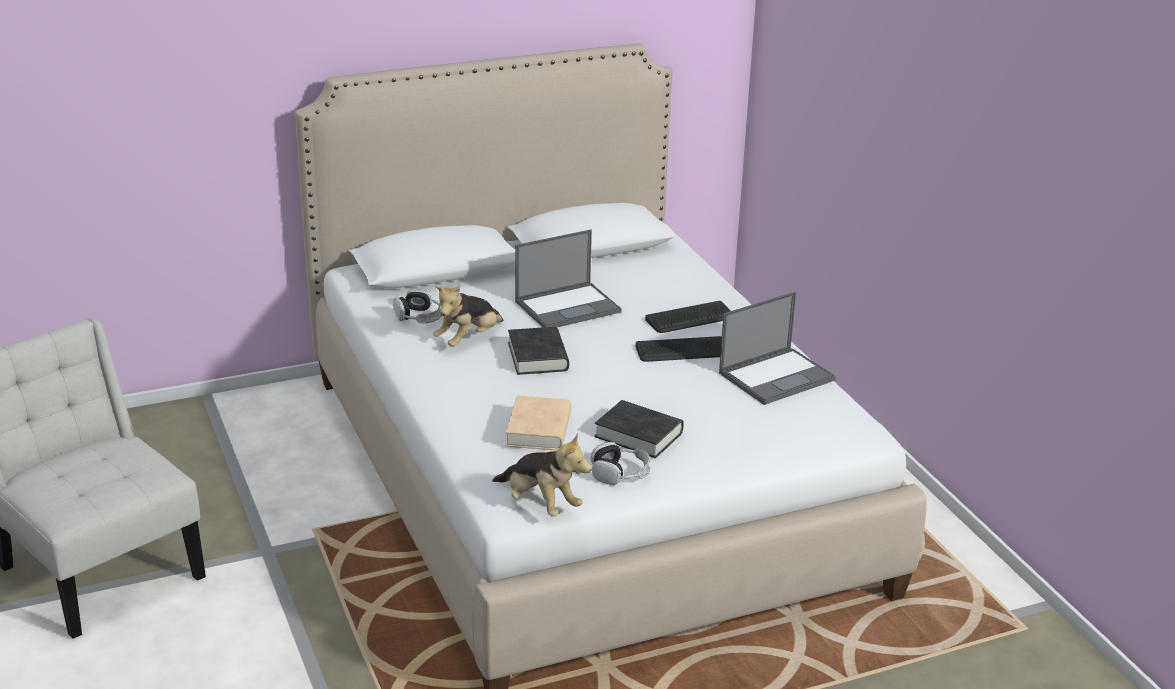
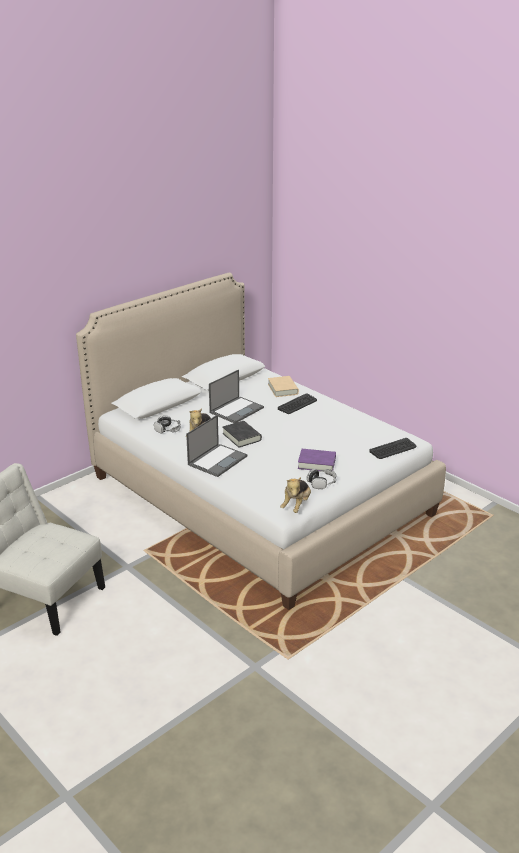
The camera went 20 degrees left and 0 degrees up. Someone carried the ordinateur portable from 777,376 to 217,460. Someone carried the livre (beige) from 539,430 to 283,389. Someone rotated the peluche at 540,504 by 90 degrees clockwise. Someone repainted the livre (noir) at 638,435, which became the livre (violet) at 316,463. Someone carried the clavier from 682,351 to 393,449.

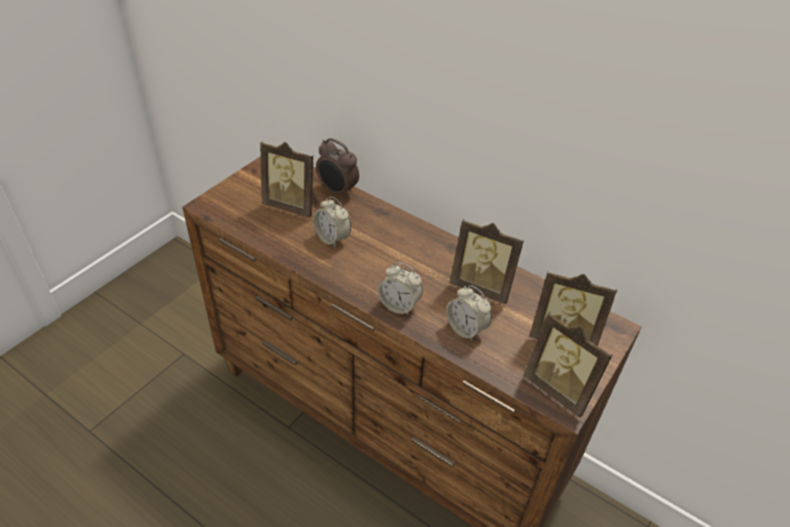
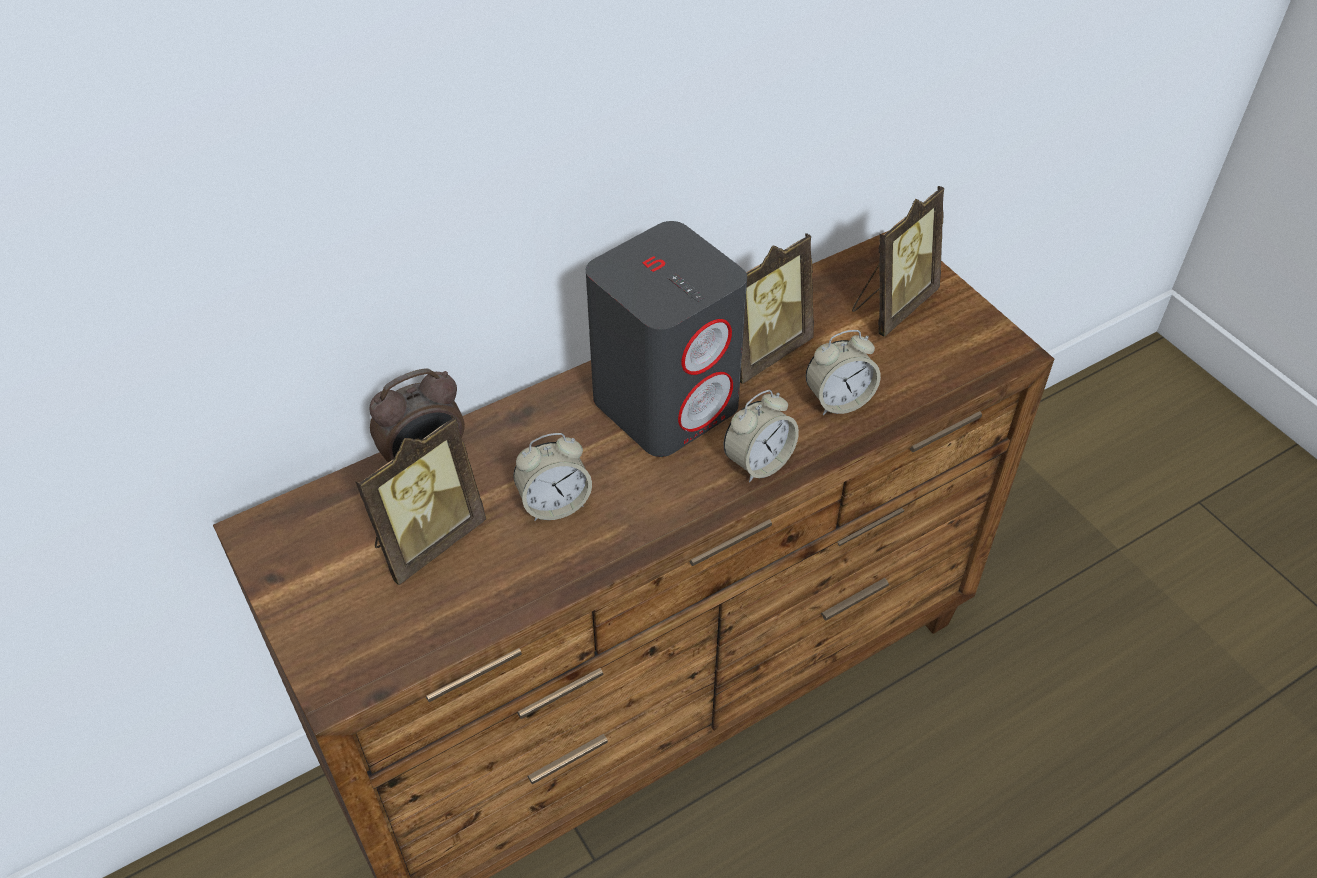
The camera went 65 degrees left and 5 degrees up. Someone put down the enceinte (gris) at 667,402. Someone took away the cadre photo at 560,389.

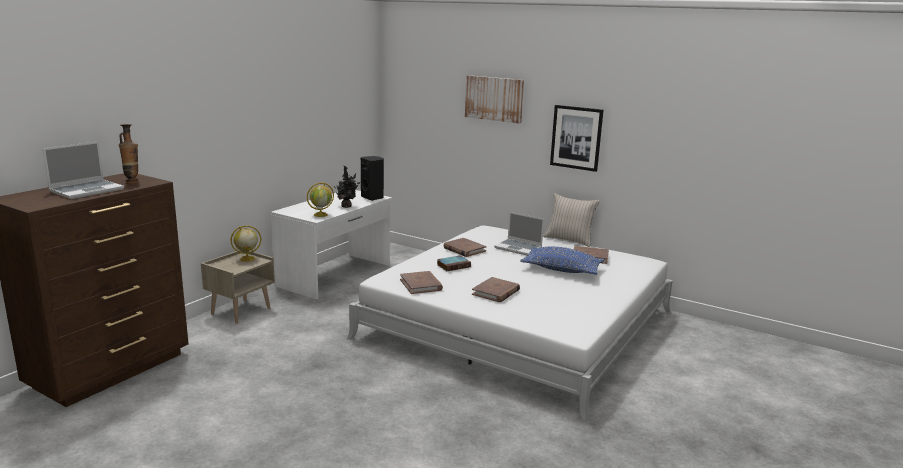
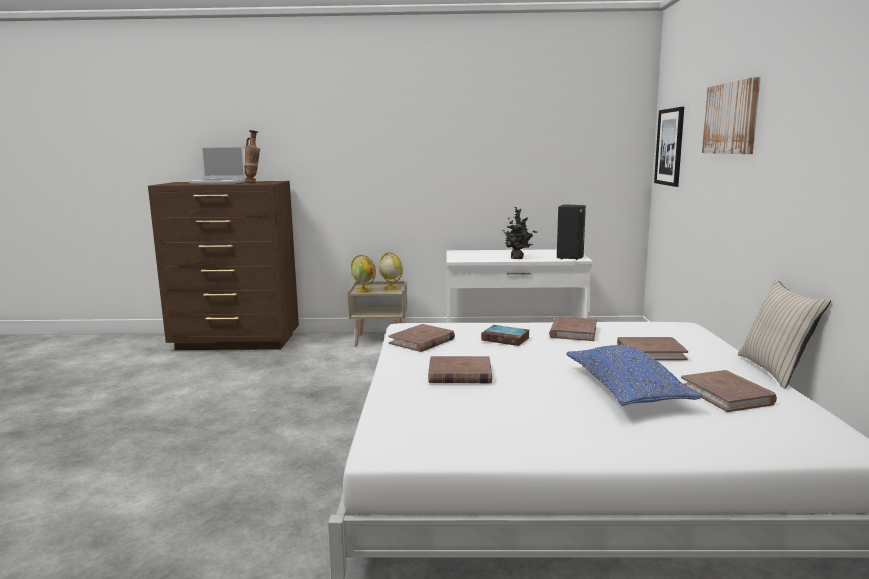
The camera went 60 degrees right and 5 degrees down. Someone carried the globe from 321,215 to 364,291. Someone swapped the ordinateur portable at 519,248 for the livre (marron) at 650,352. Someone carried the tableau from 576,137 to 670,147.

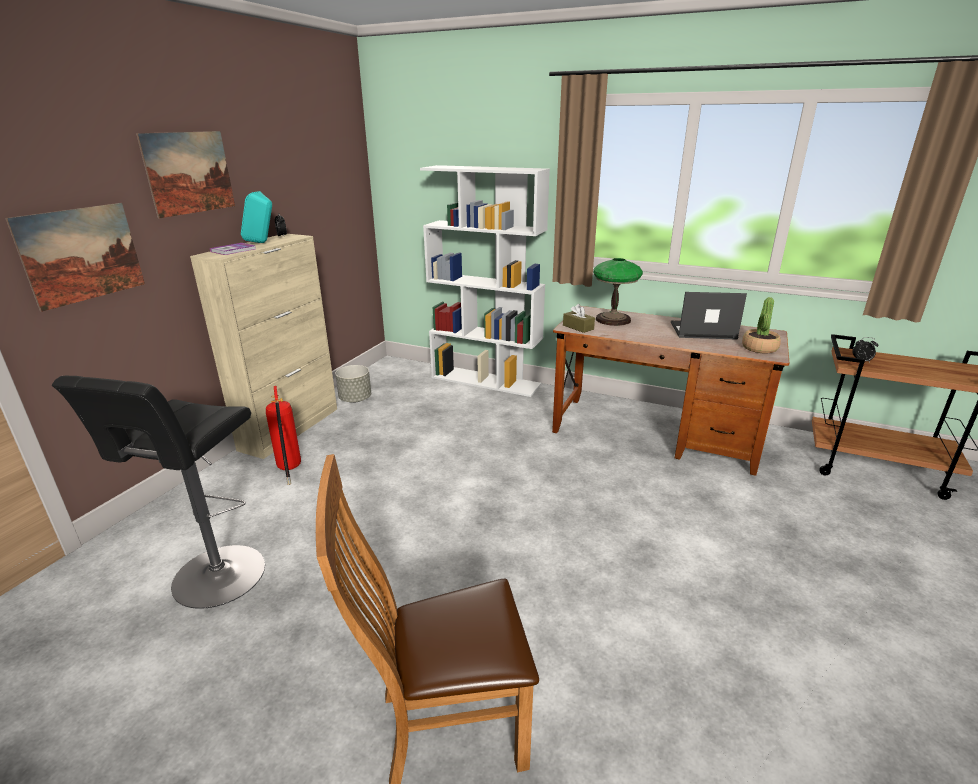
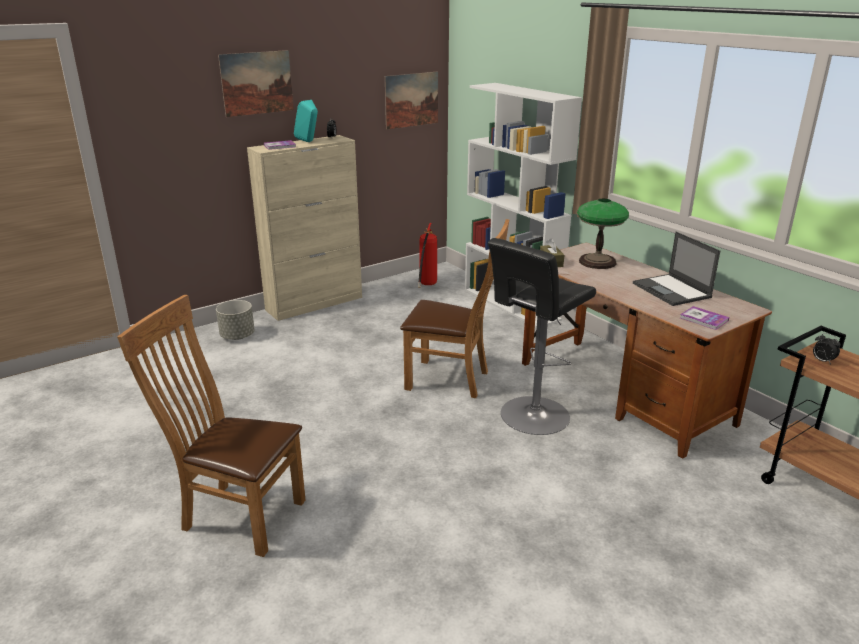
The camera went 30 degrees right and 0 degrees up. Someone carried the cache-pot (gris) from 355,399 to 237,336. Someone carried the tableau from 82,254 to 411,100. Someone put down the chaise (marron) at 452,380. Someone carried the extincteur from 289,472 to 426,286. Someone carried the tabouret (noir) from 215,580 to 532,417. Someone rotated the ordinateur portable at 702,331 by 150 degrees counterclockwise. Someone swapped the plante en pot at 759,348 for the livre at 703,319.

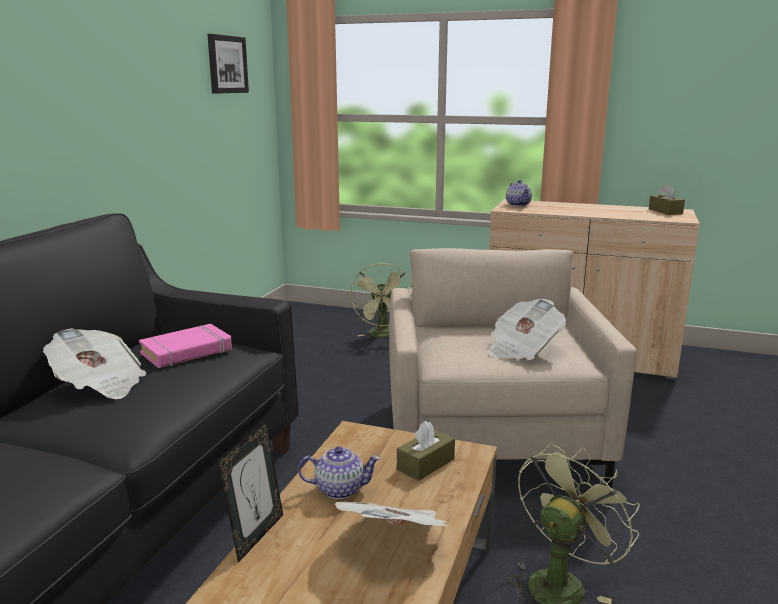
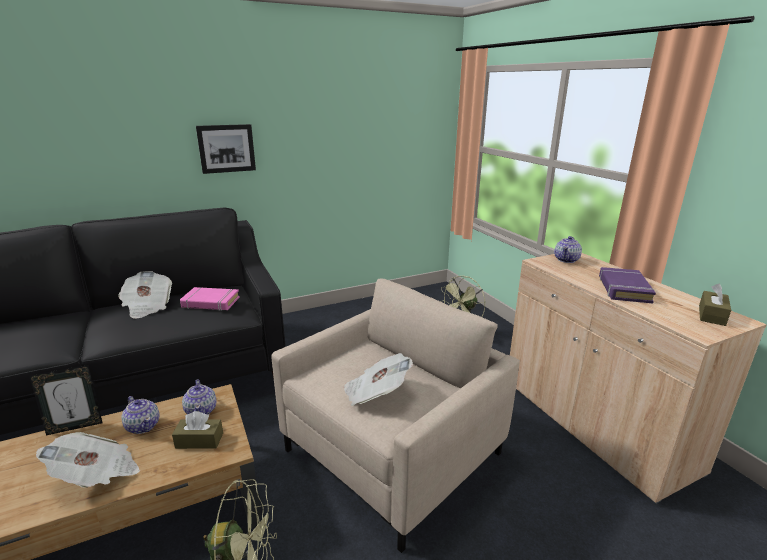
The camera went 45 degrees right and 5 degrees up. Someone put down the théière at 201,410. Someone carried the tableau from 227,64 to 226,148. Someone put down the livre (violet) at 623,289.

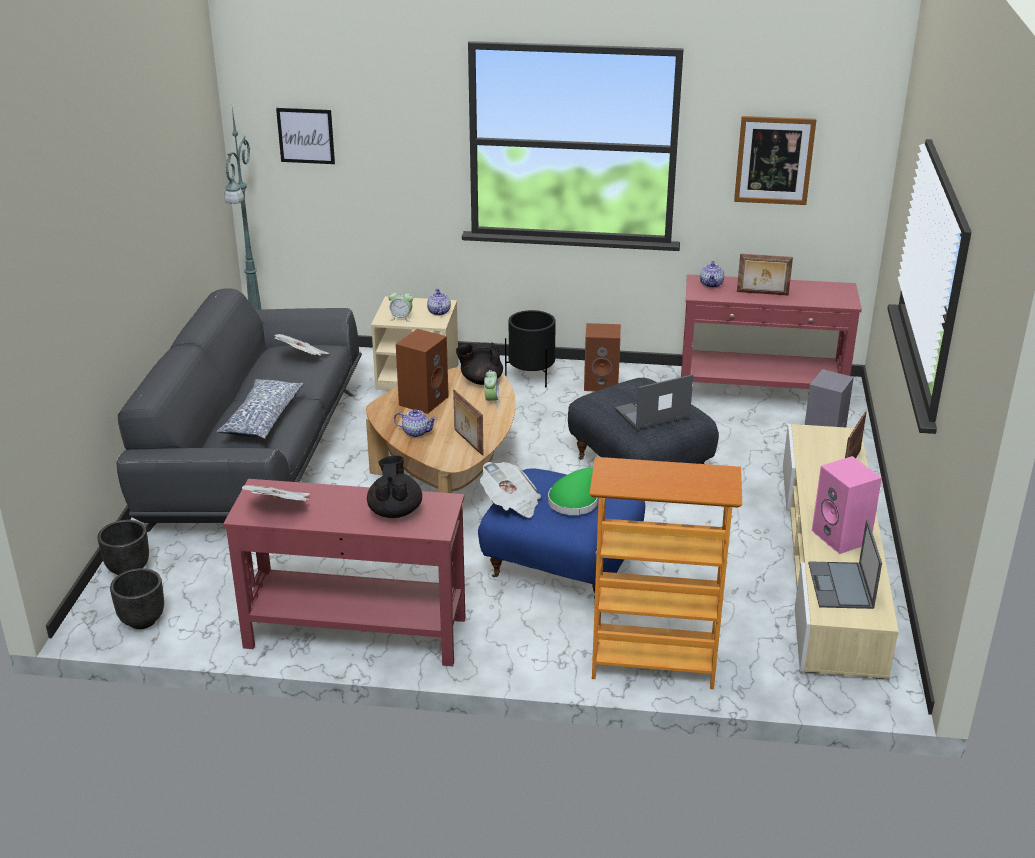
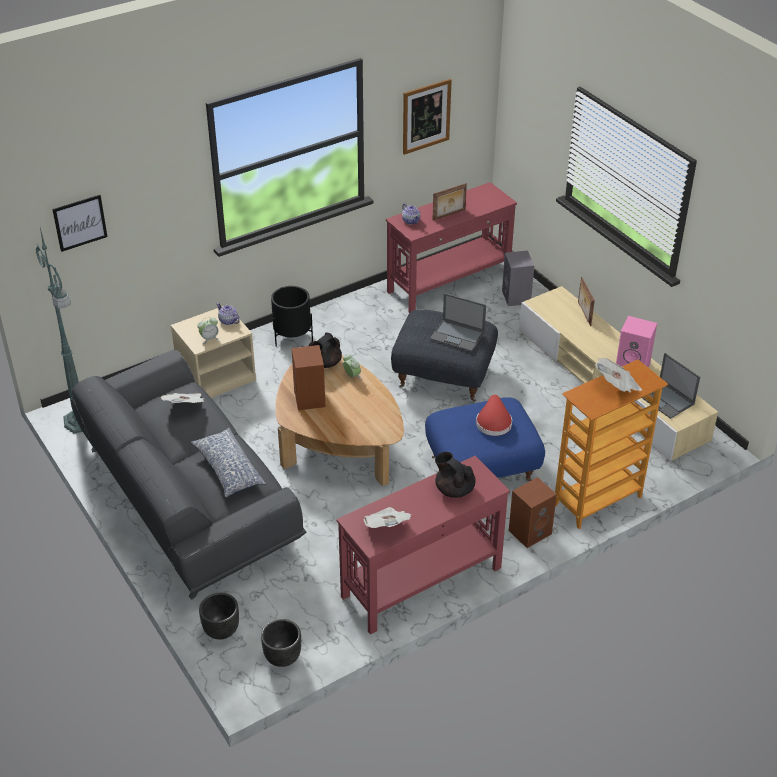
The camera went 40 degrees left and 10 degrees up. Someone rotated the ordinateur portable at 651,413 by 90 degrees counterclockwise. Someone repainted the chapeau (vert) at 575,500, which became the chapeau (rouge) at 493,422. Someone carried the enceinte (marron) from 602,383 to 530,531. Someone carried the journal from 511,503 to 617,386. Someone took away the théière at 415,432. Someone took away the cadre photo at 467,442.

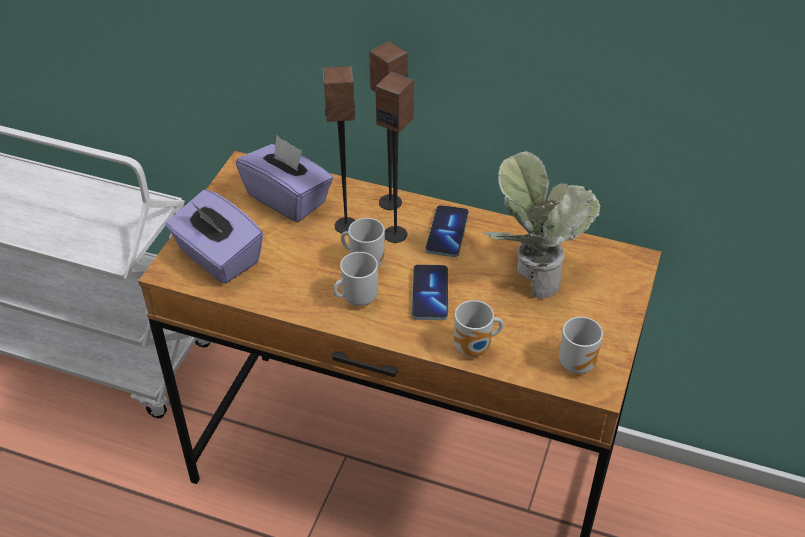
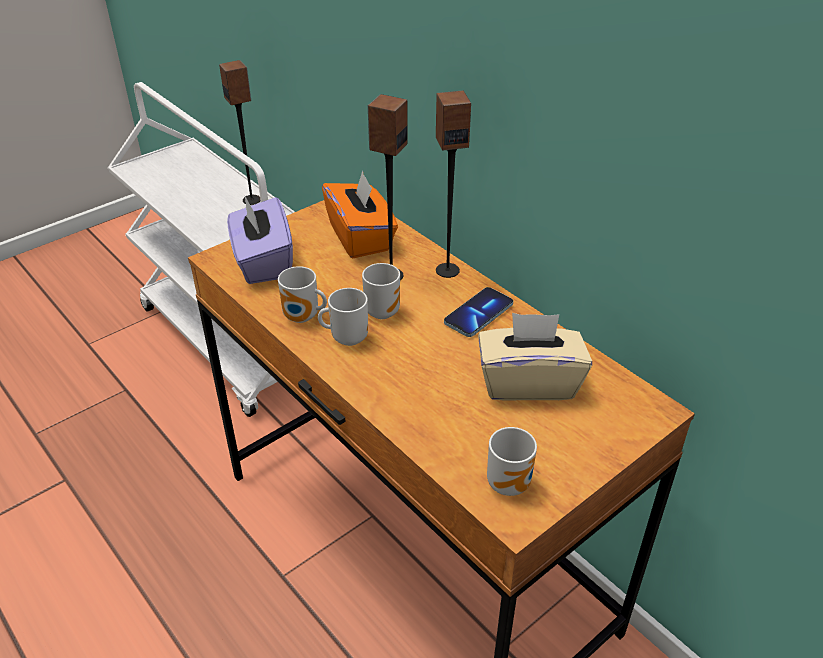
The camera went 30 degrees right and 5 degrees down. Someone carried the enceinte from 395,234 to 252,200. Someone carried the mug from 475,349 to 303,318. Someone repainted the boîte à mouchoirs (violet) at 288,198, which became the boîte à mouchoirs (orange) at 361,237. Someone swapped the plante en pot at 530,276 for the boîte à mouchoirs (beige) at 528,382. Someone took away the téléphone at 430,294.

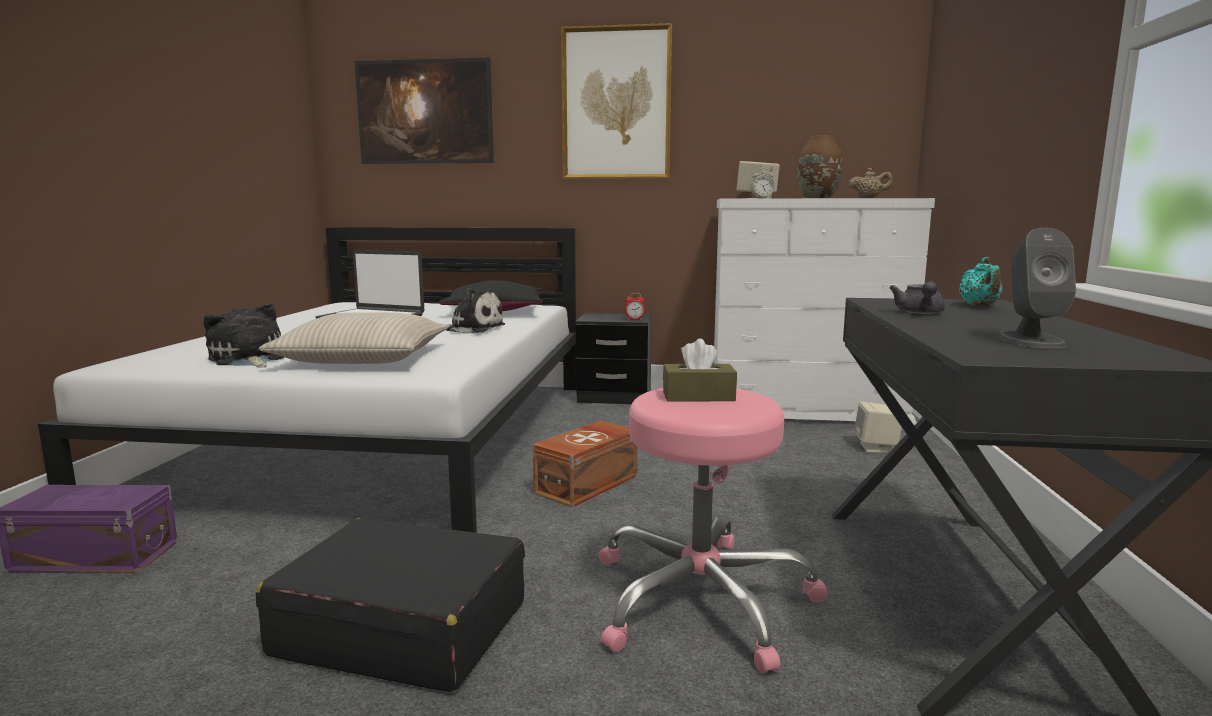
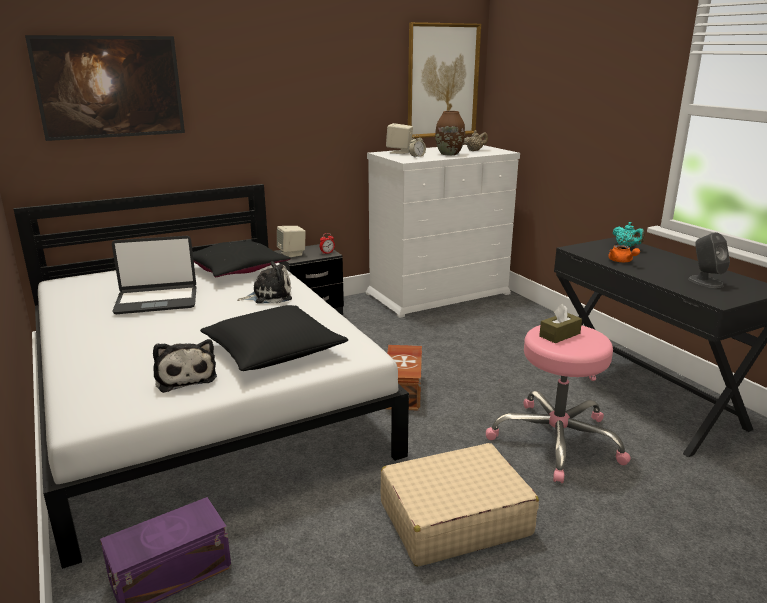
The camera went 35 degrees left and 10 degrees up. Someone rotated the peluche at 248,359 by 135 degrees counterclockwise. Someone repainted the coussin (beige) at 363,359, which became the coussin (noir) at 273,351. Someone carried the enceinte (beige) from 876,448 to 292,254. Someone repainted the valise (noir) at 401,627, which became the valise (beige) at 454,518. Someone carried the tableau from 616,104 to 442,81. Someone repainted the théière (gris) at 919,313, which became the théière (orange) at 622,261.

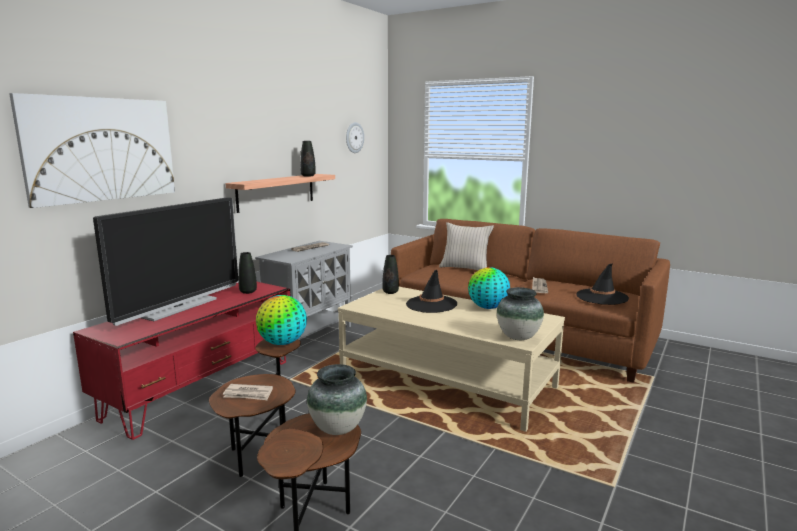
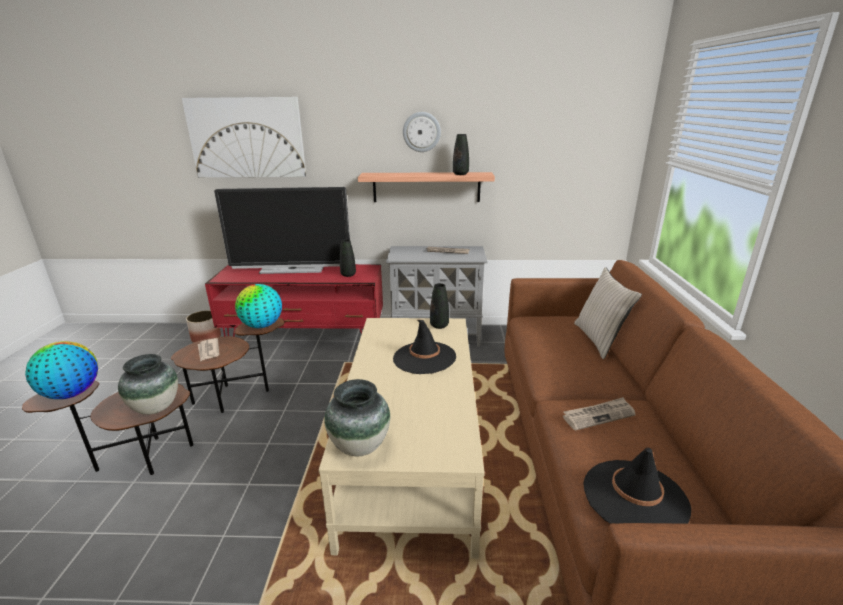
The camera went 60 degrees right and 10 degrees up. Someone carried the globe from 488,308 to 72,393. Someone put down the cache-pot at 206,338. Someone carried the horloge murale from 354,137 to 421,132.

